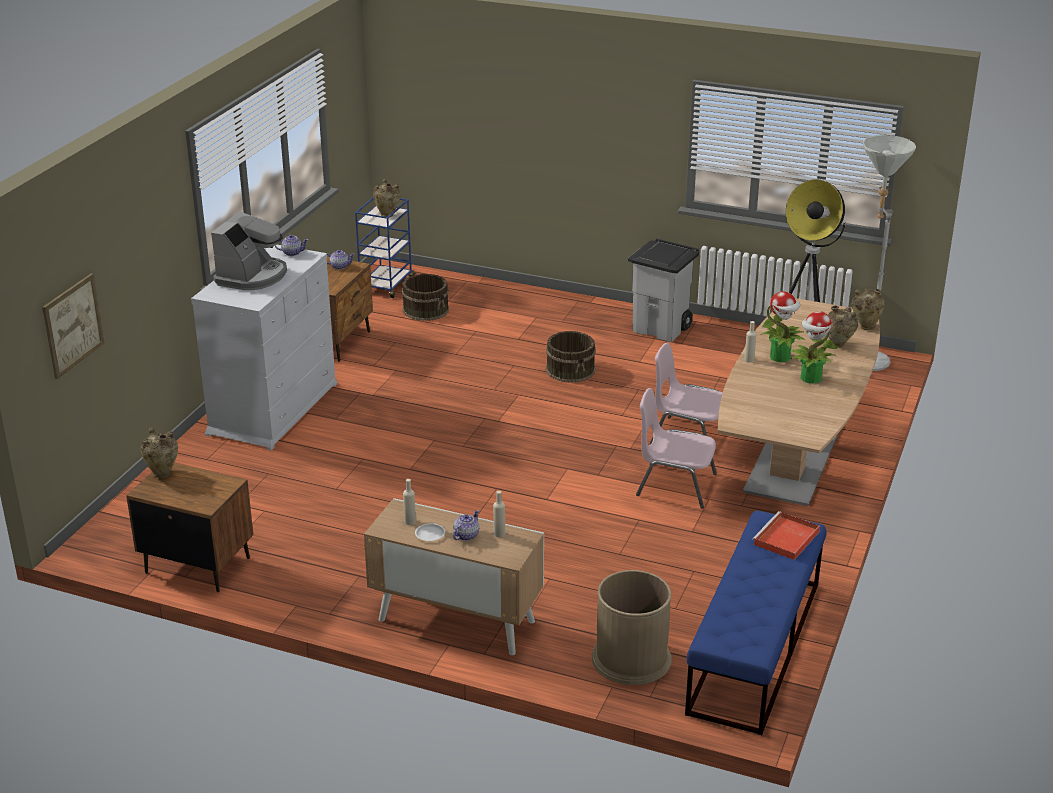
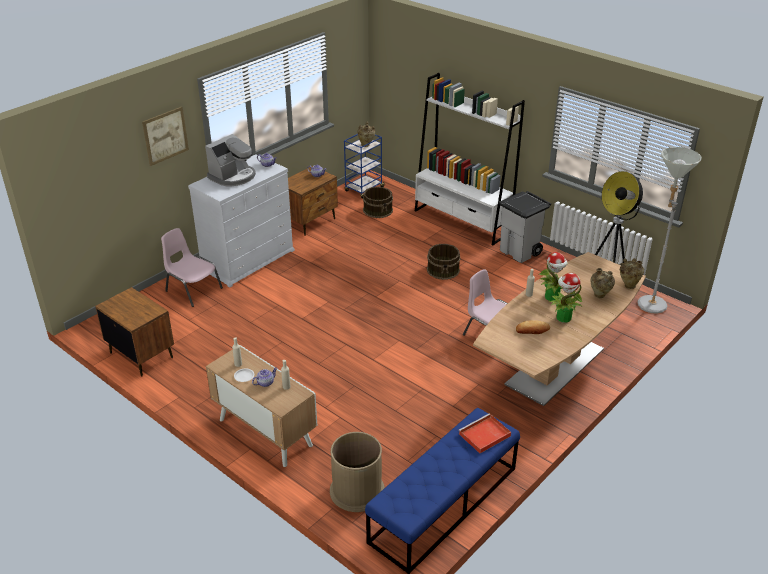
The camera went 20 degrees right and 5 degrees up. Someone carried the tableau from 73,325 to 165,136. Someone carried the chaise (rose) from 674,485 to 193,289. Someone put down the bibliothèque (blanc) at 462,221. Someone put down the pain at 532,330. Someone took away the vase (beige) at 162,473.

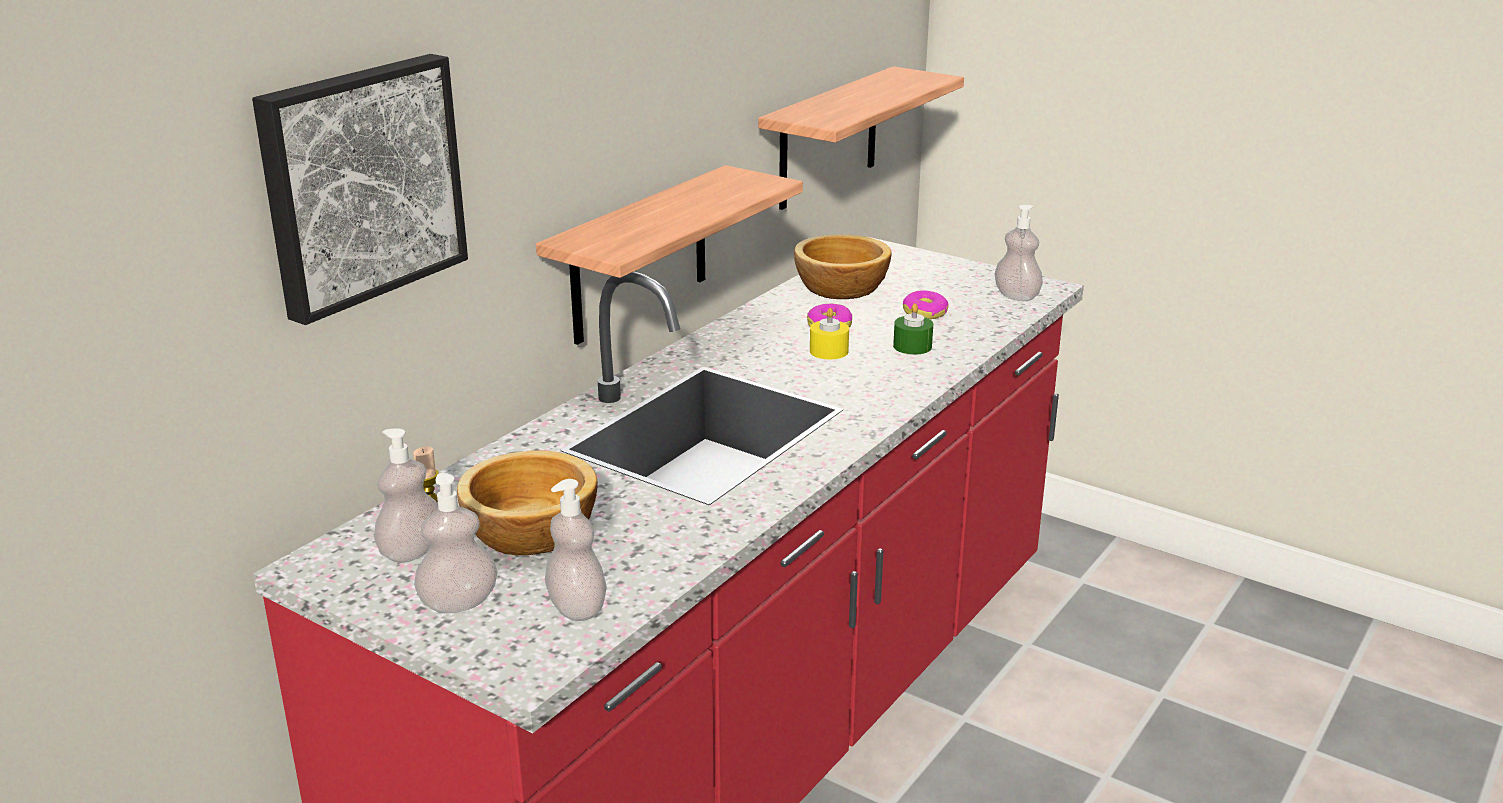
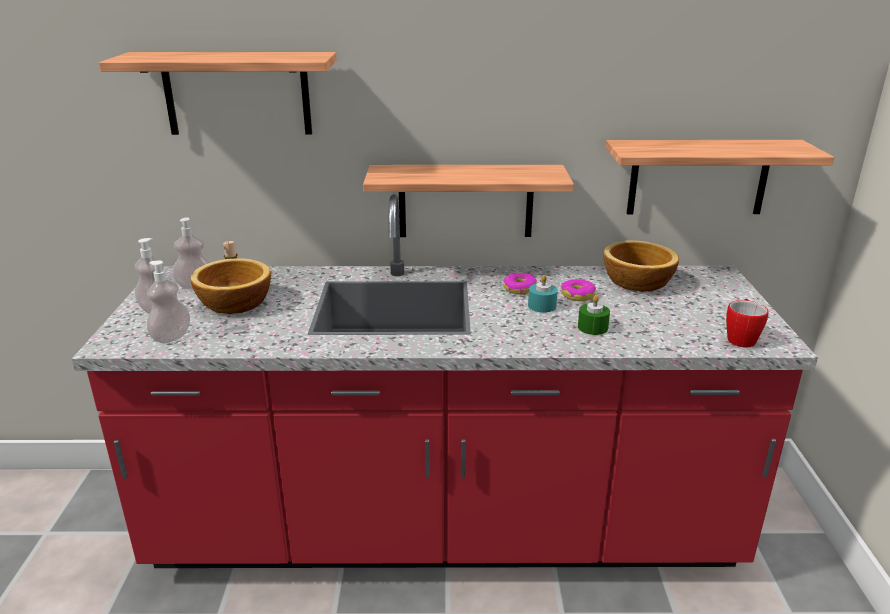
The camera went 55 degrees right and 0 degrees up. Someone swapped the tableau at 360,183 for the étagère at 237,93. Someone carried the beignet from 925,312 to 519,289. Someone repainted the bougie (jaune) at 829,351, which became the bougie (turquoise) at 542,306. Someone swapped the distributeur de savon at 1016,296 for the mug at 741,338.

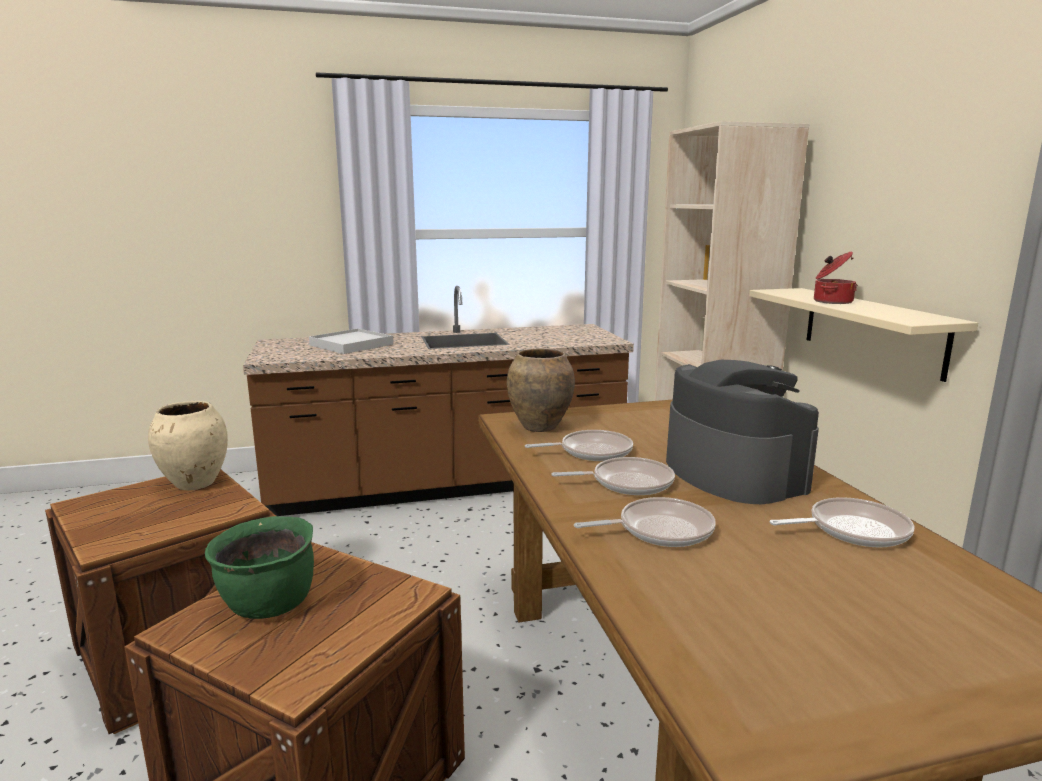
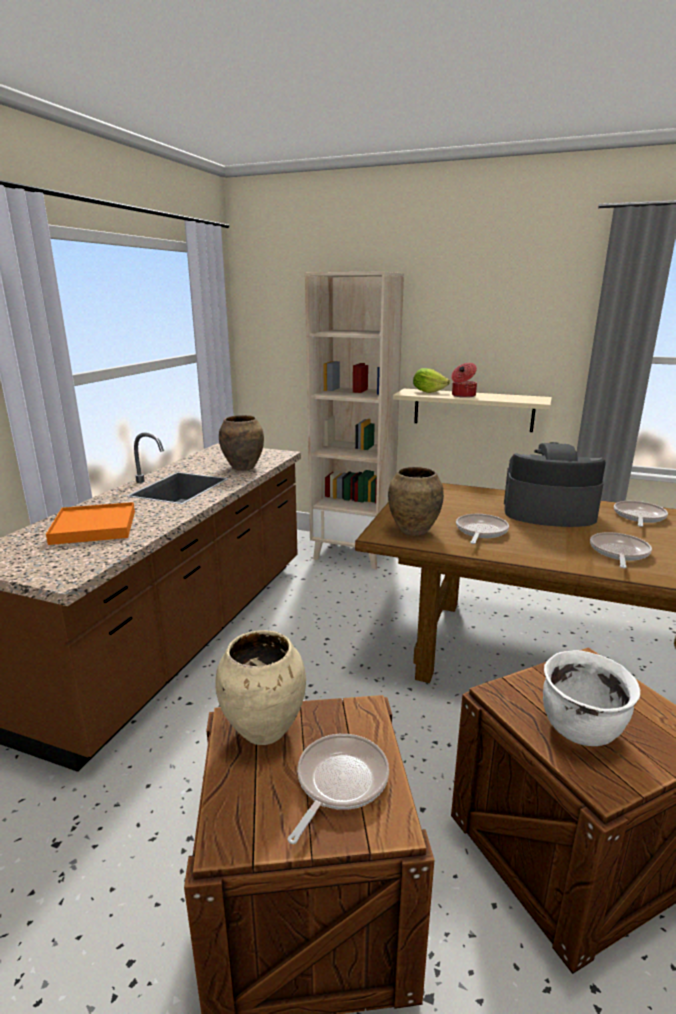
The camera went 55 degrees left and 5 degrees up. Someone repainted the plateau (blanc) at 351,345, which became the plateau (orange) at 94,527. Someone put down the vase (marron) at 244,467. Someone carried the poêle from 627,482 to 339,782. Someone put down the laitue at 428,391. Someone repainted the marmite (vert) at 269,605, which became the marmite (blanc) at 581,729.

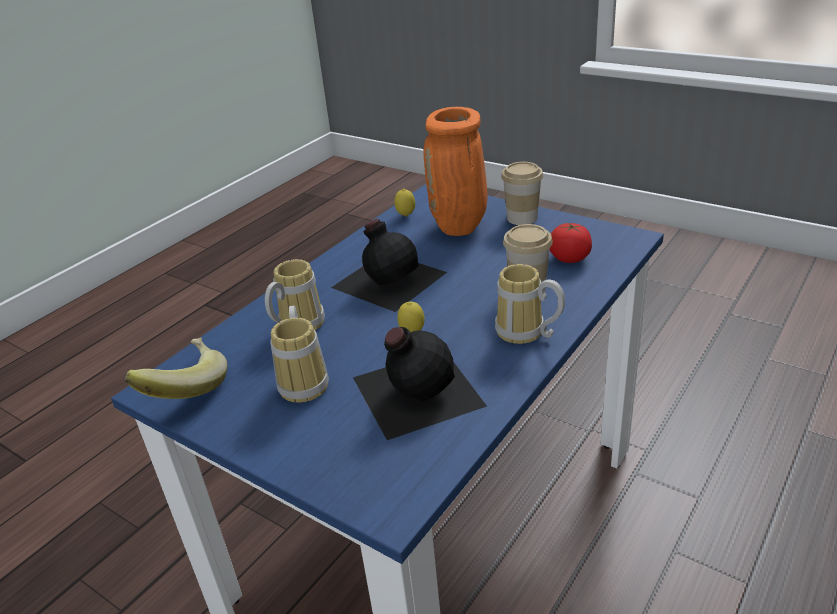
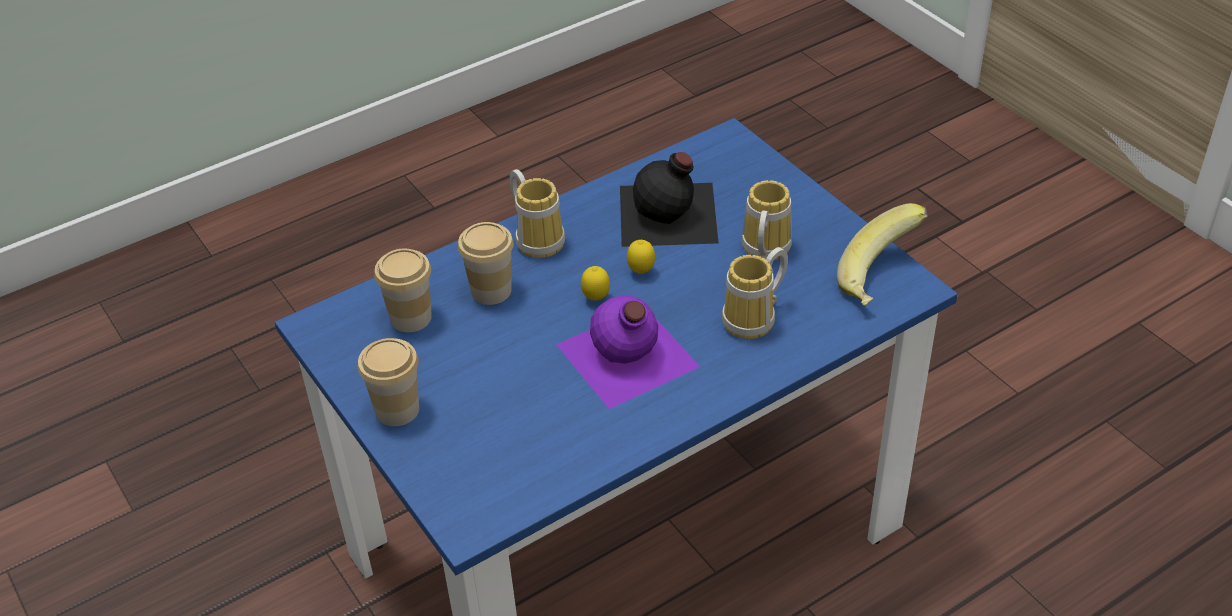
The camera went 160 degrees left and 10 degrees up. Someone swapped the tomate at 569,258 for the tasse at 411,318. Someone repainted the bouteille (noir) at 389,278, which became the bouteille (violet) at 626,357. Someone carried the citron from 406,216 to 596,299. Someone took away the vase (orange) at 460,228.

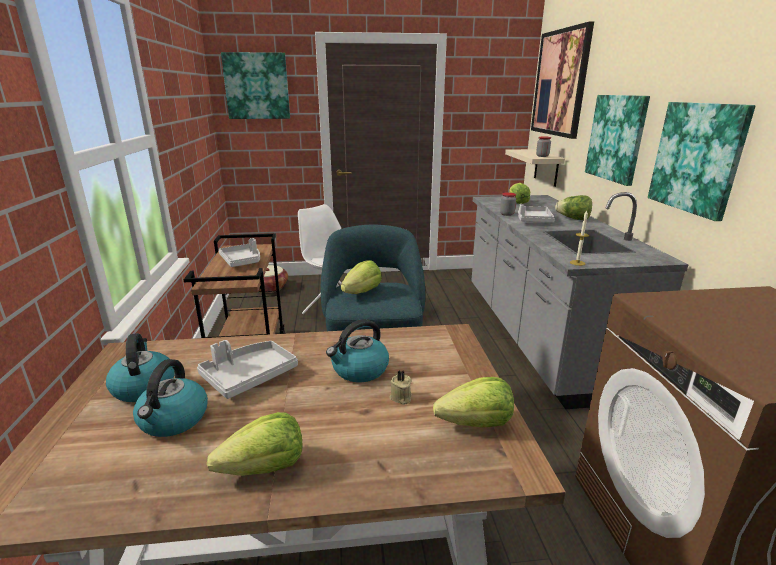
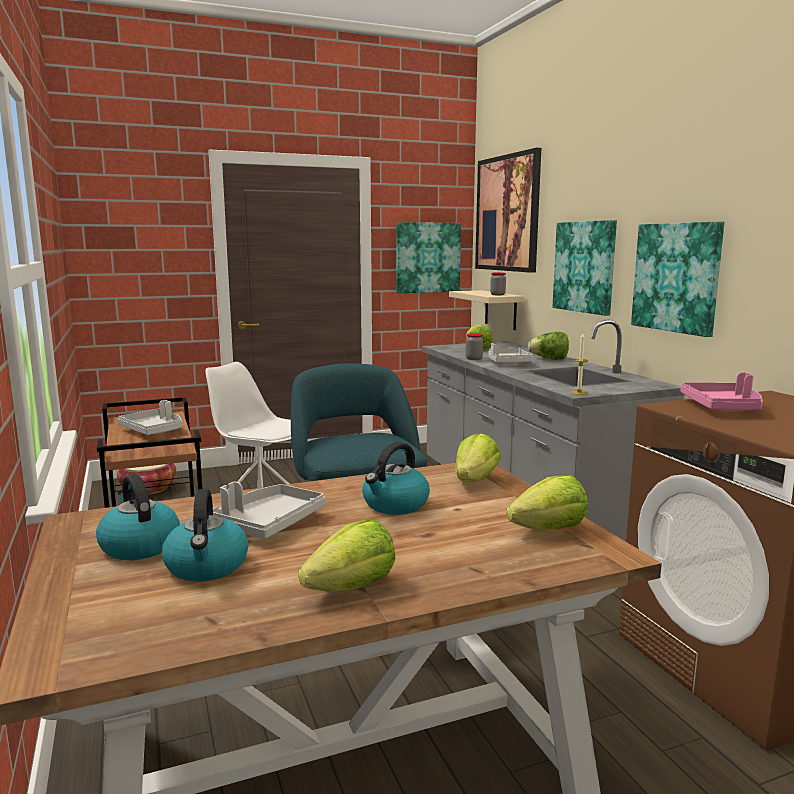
The camera went 15 degrees left and 10 degrees down. Someone carried the tableau from 257,86 to 427,257. Someone carried the laitue from 362,292 to 474,481. Someone put down the plateau (rose) at 723,407. Someone took away the bougie (beige) at 401,397.

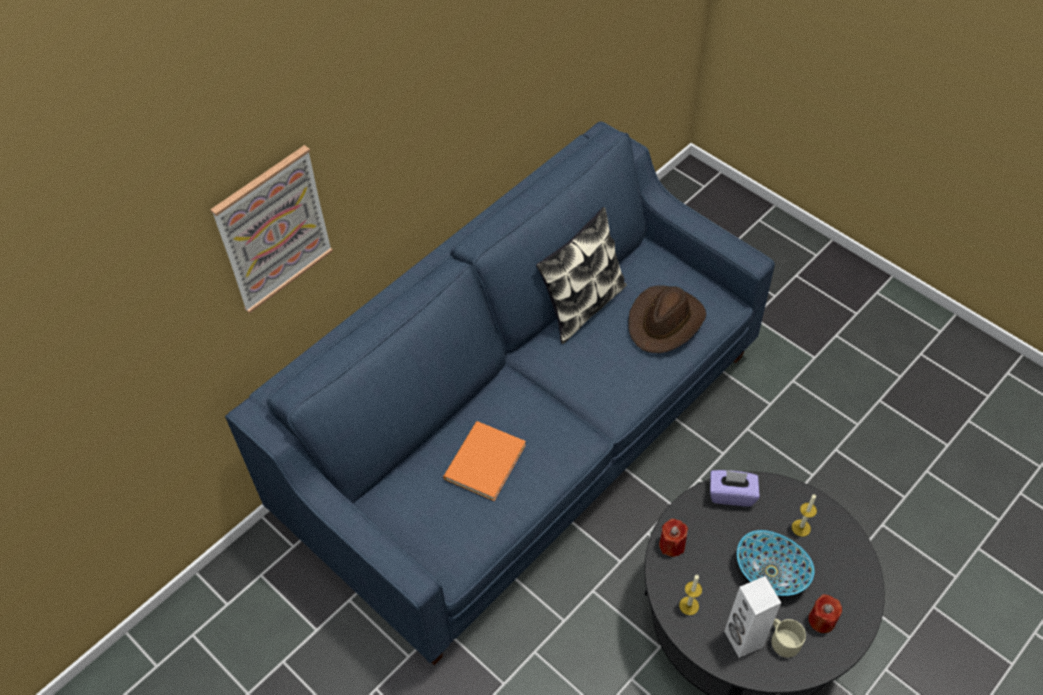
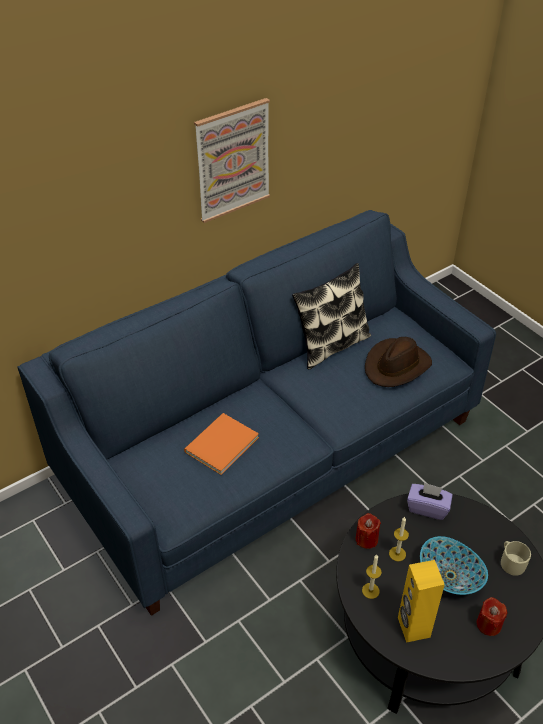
The camera went 10 degrees right and 10 degrees down. Someone carried the tableau from 273,229 to 232,160. Someone carried the bougie from 801,528 to 397,554. Someone repainted the enceinte (blanc) at 743,639, which became the enceinte (jaune) at 413,627. Someone carried the mug (beige) from 783,640 to 511,561.

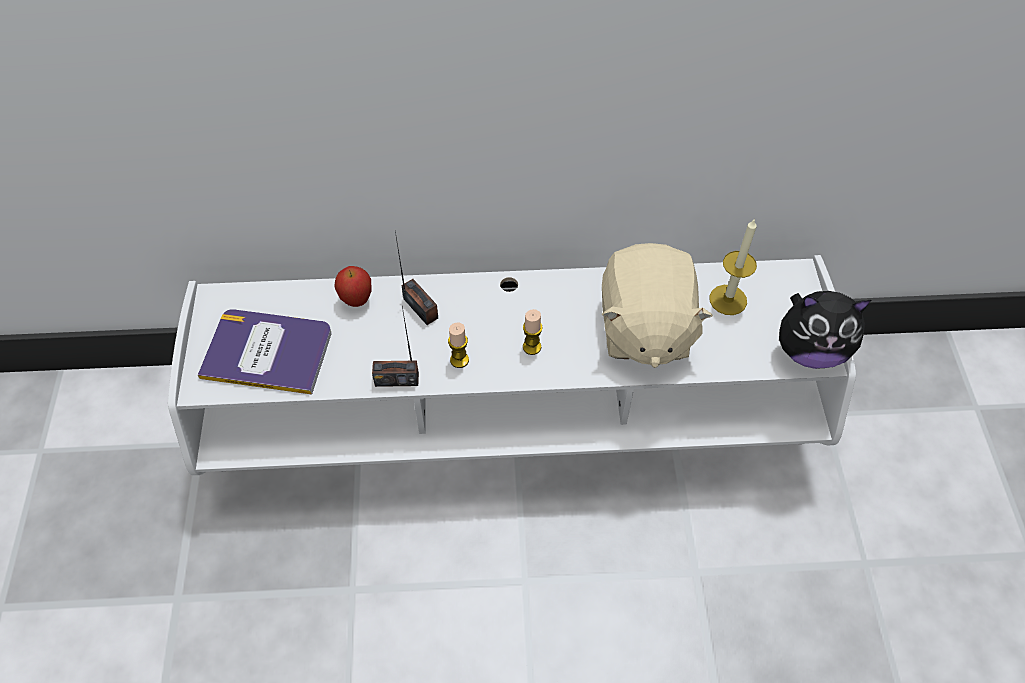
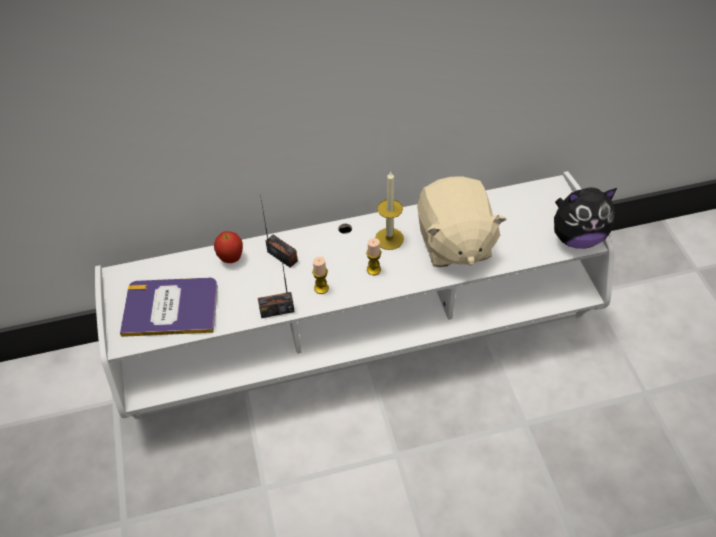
The camera went 10 degrees left and 5 degrees down. Someone carried the bougie from 728,300 to 389,238.

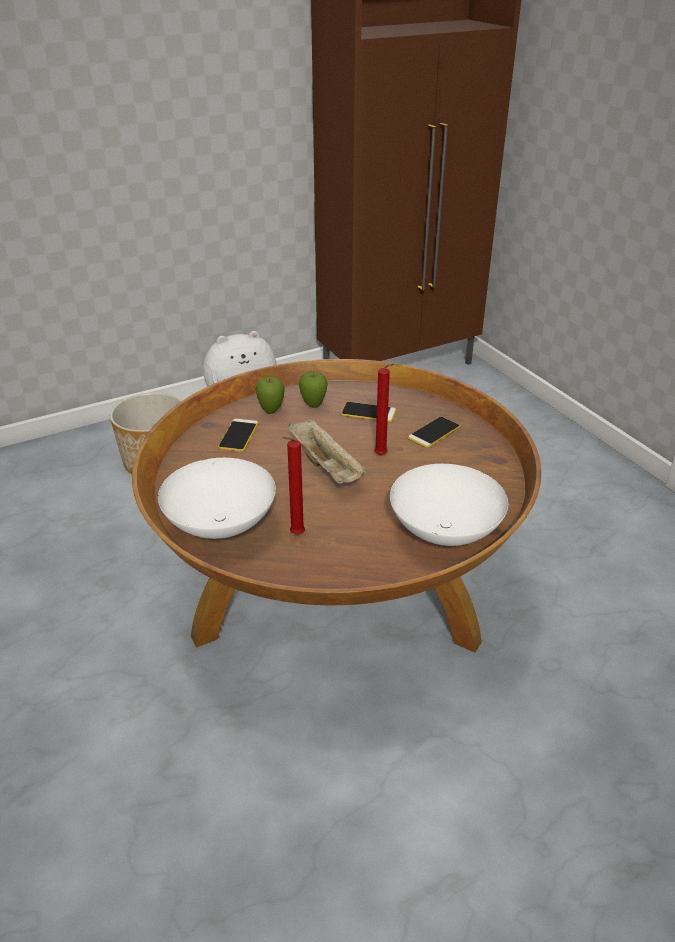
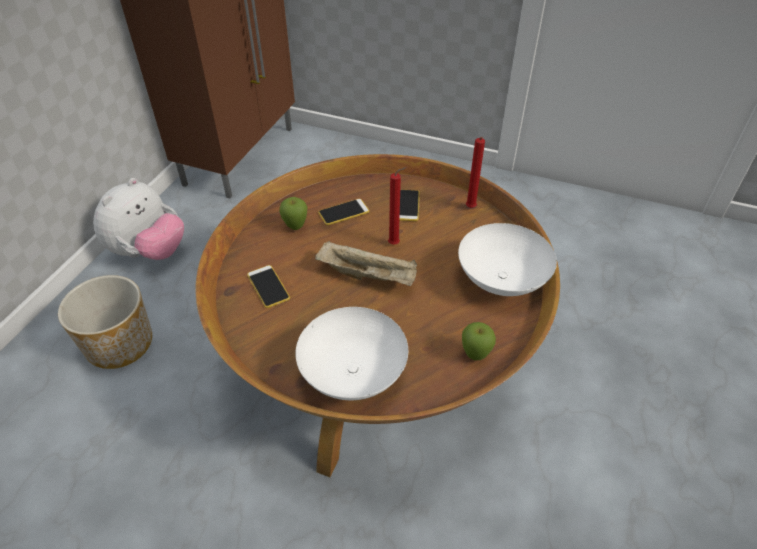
The camera went 40 degrees left and 10 degrees up. Someone carried the pomme from 271,411 to 475,356. Someone carried the bougie (rouge) from 295,535 to 470,209.

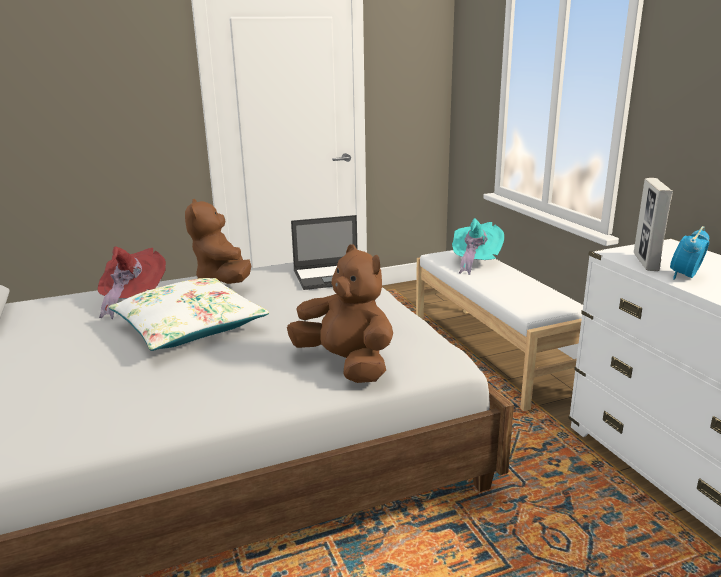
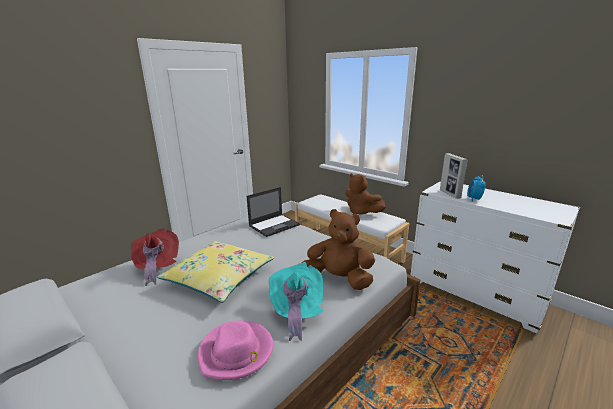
The camera went 25 degrees left and 0 degrees up. Someone repainted the coussin (blanc) at 189,327, which became the coussin (jaune) at 219,278. Someone put down the chapeau (rose) at 236,352. Someone carried the chapeau (turquoise) from 474,262 to 296,311. Someone carried the peluche (marron) from 223,281 to 361,212.

